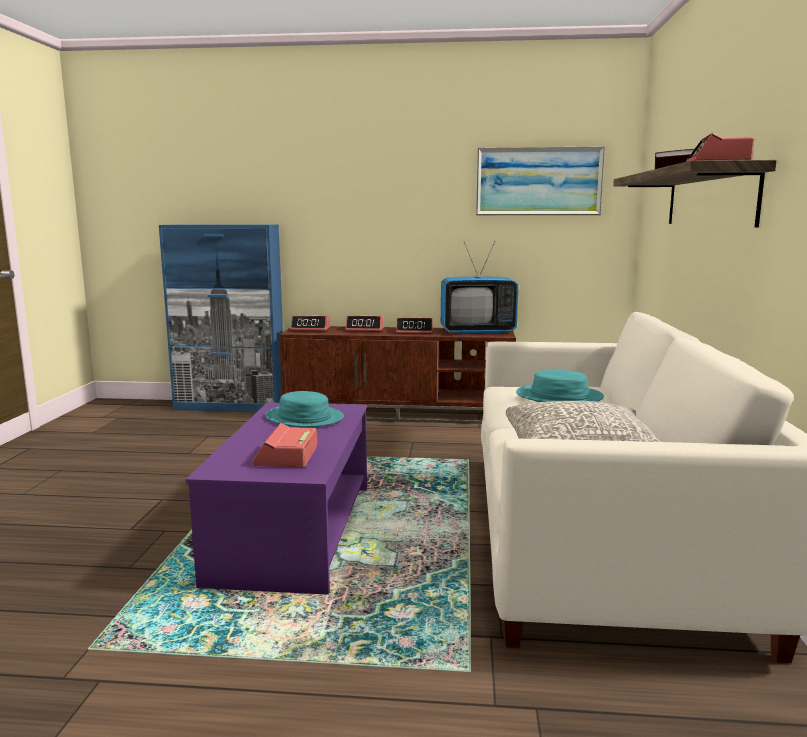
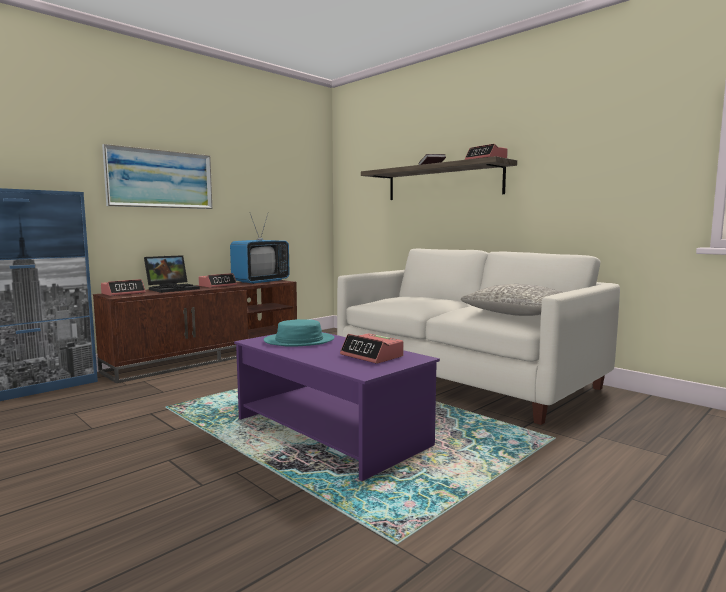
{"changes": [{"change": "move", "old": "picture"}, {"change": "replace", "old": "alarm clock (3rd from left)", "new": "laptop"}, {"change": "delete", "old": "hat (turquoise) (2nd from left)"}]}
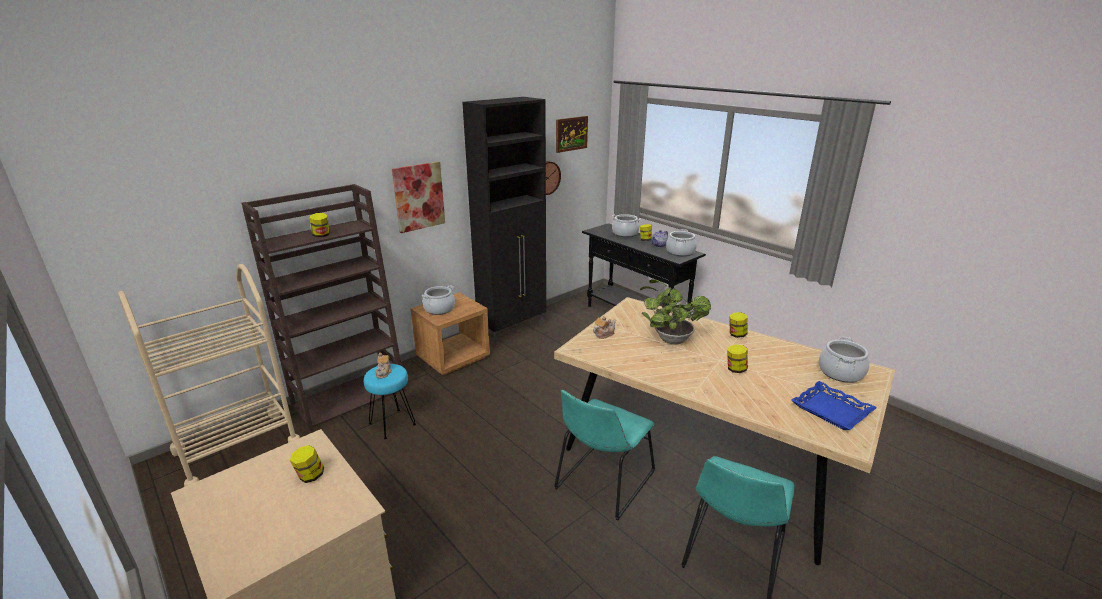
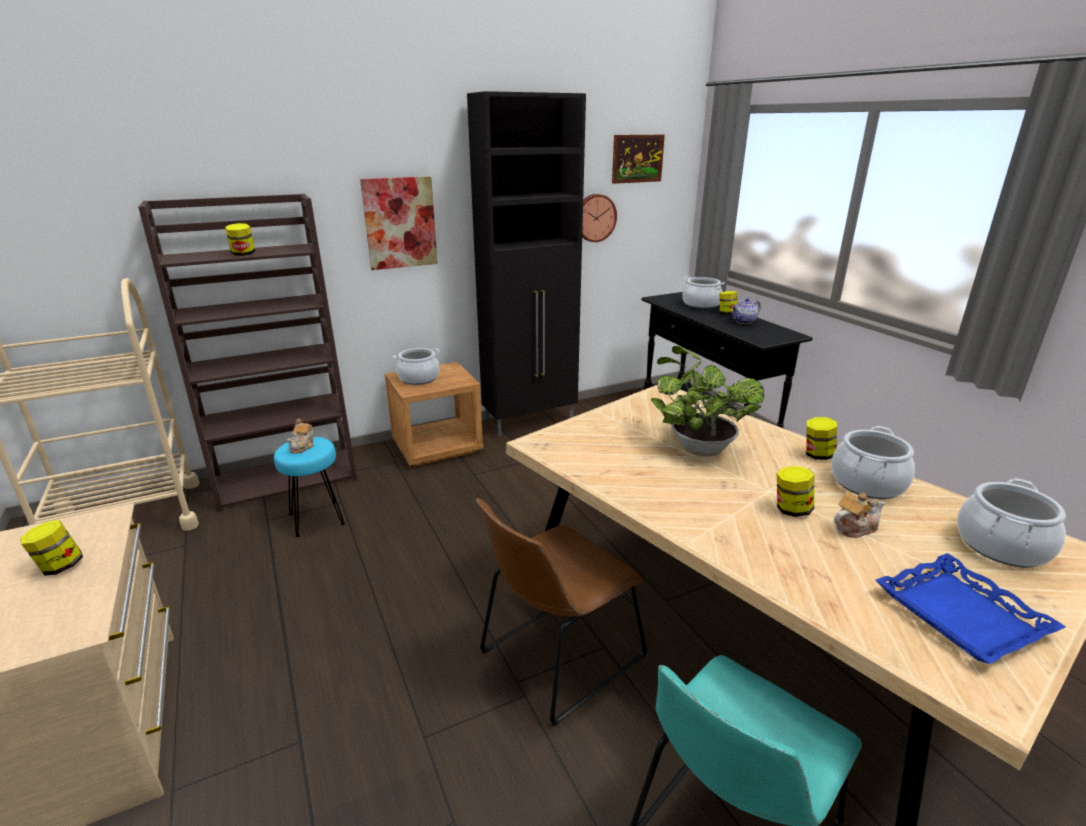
{"changes": [{"change": "move", "old": "cooking pot (3rd from left)"}, {"change": "move", "old": "teapot (2nd from left in the first image)", "new": "teapot (3rd from left)"}, {"change": "recolor", "old": "chair (turquoise) (1st from left)", "new": "chair (brown)"}]}
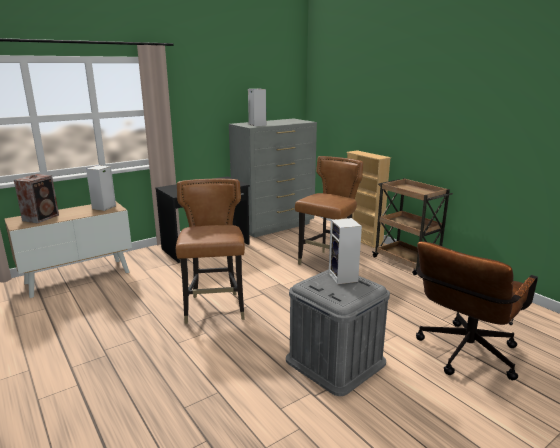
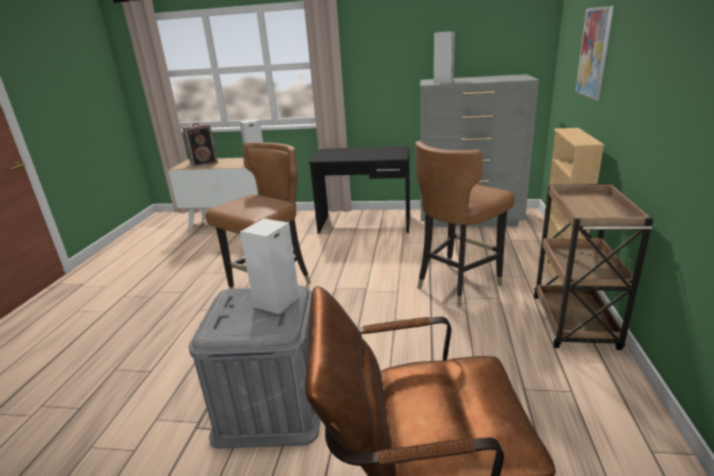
{"changes": [{"change": "rotate", "old": "chair (brown) (2nd from left)", "degrees": 150}, {"change": "insert", "new": "picture"}]}
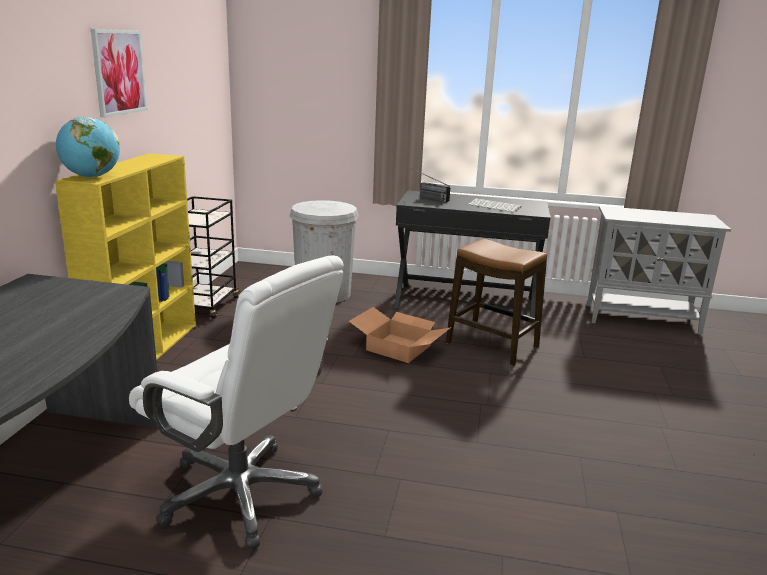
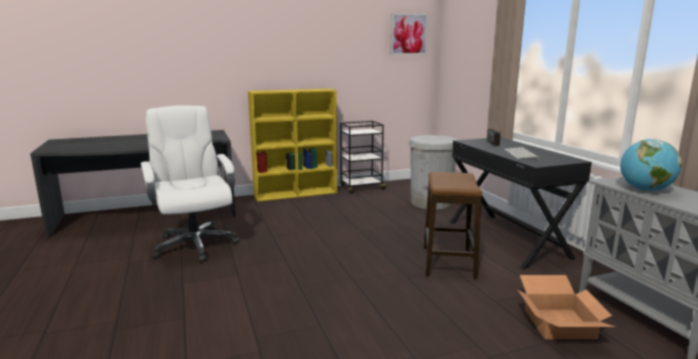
{"changes": [{"change": "move", "old": "picture"}, {"change": "move", "old": "globe"}, {"change": "rotate", "old": "office chair (white)", "degrees": 150}, {"change": "move", "old": "cardboard box"}]}
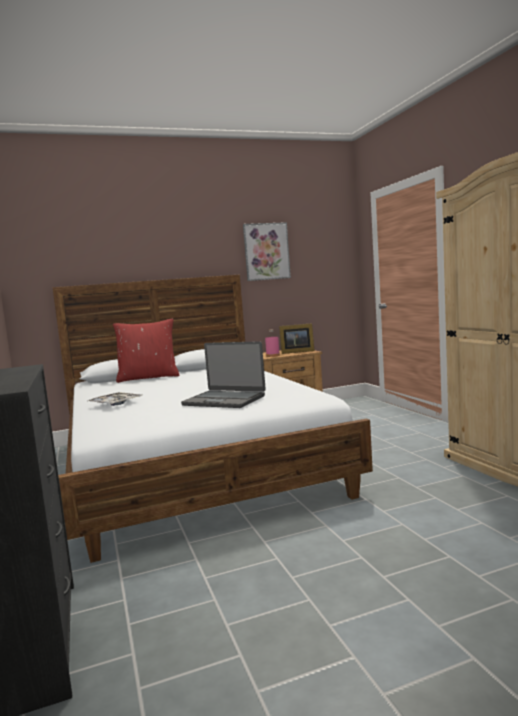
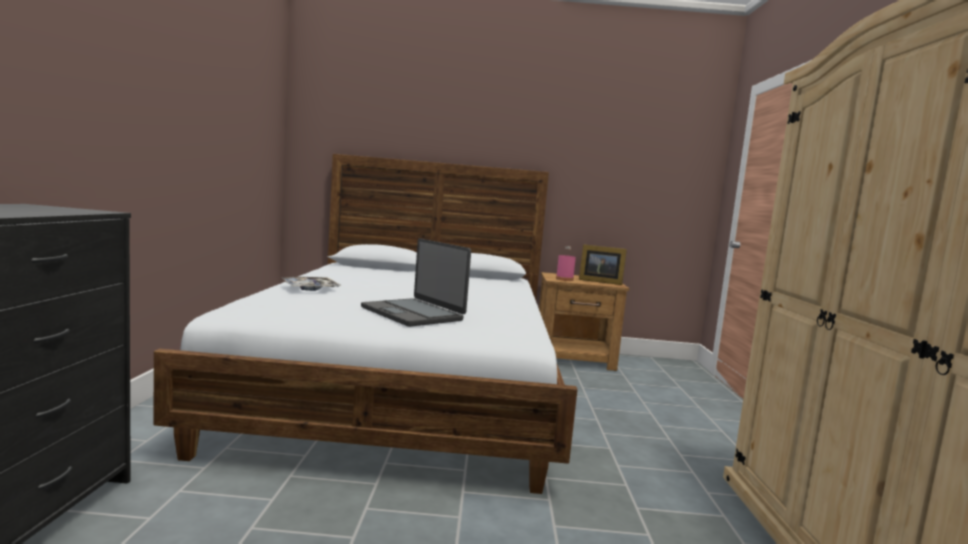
{"changes": [{"change": "delete", "old": "picture"}, {"change": "delete", "old": "pillow (red)"}]}
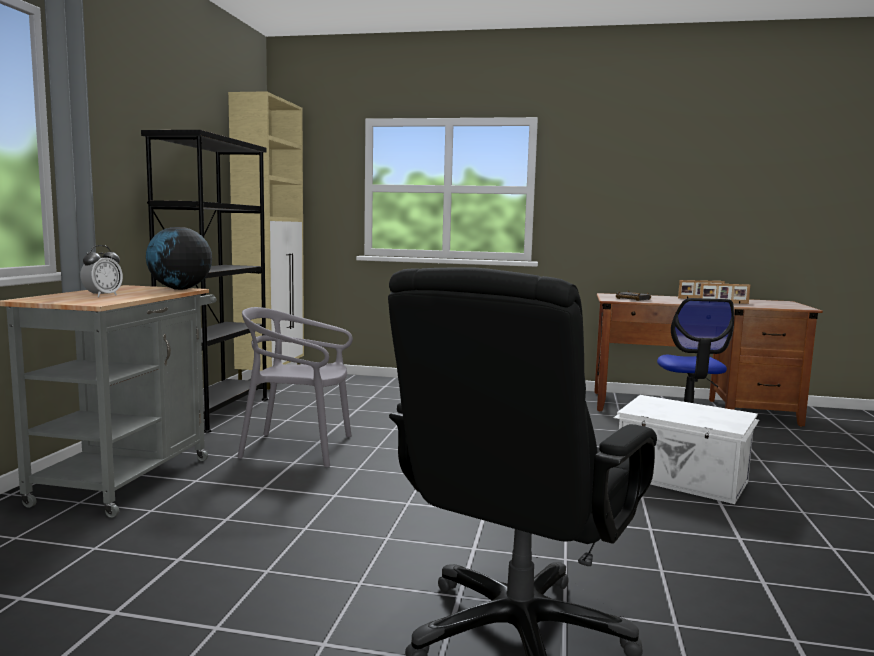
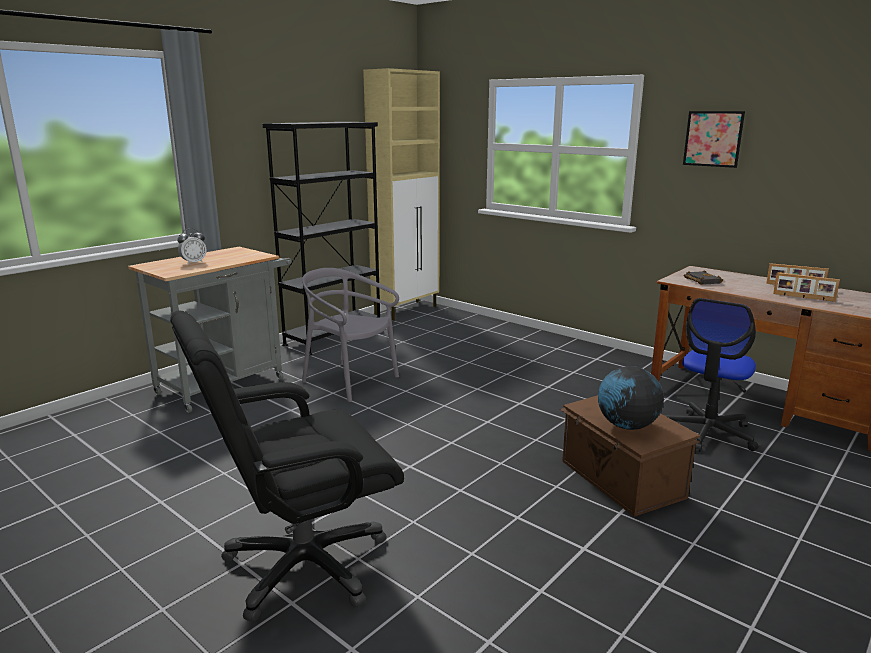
{"changes": [{"change": "move", "old": "globe"}, {"change": "recolor", "old": "storage box (white)", "new": "storage box (brown)"}, {"change": "insert", "new": "picture"}]}
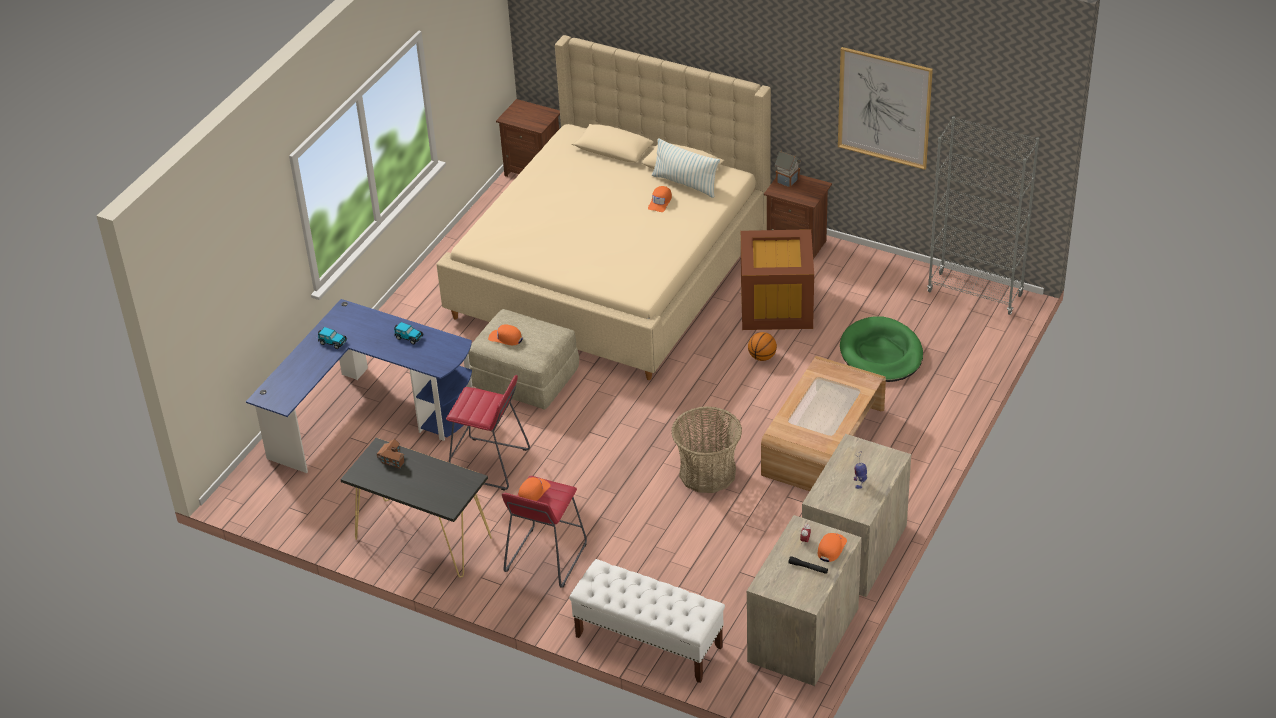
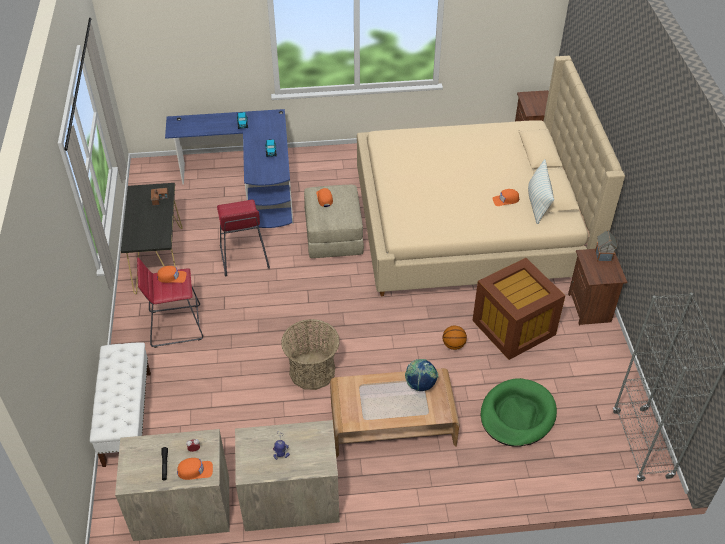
{"changes": [{"change": "delete", "old": "picture"}, {"change": "insert", "new": "globe"}]}
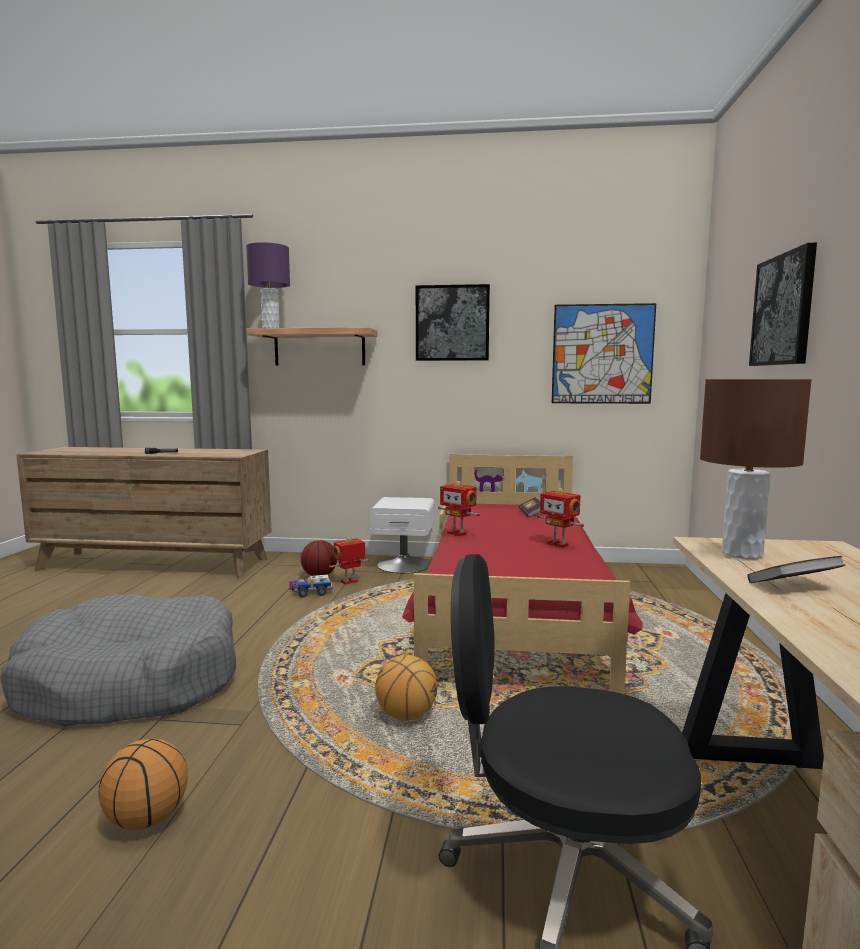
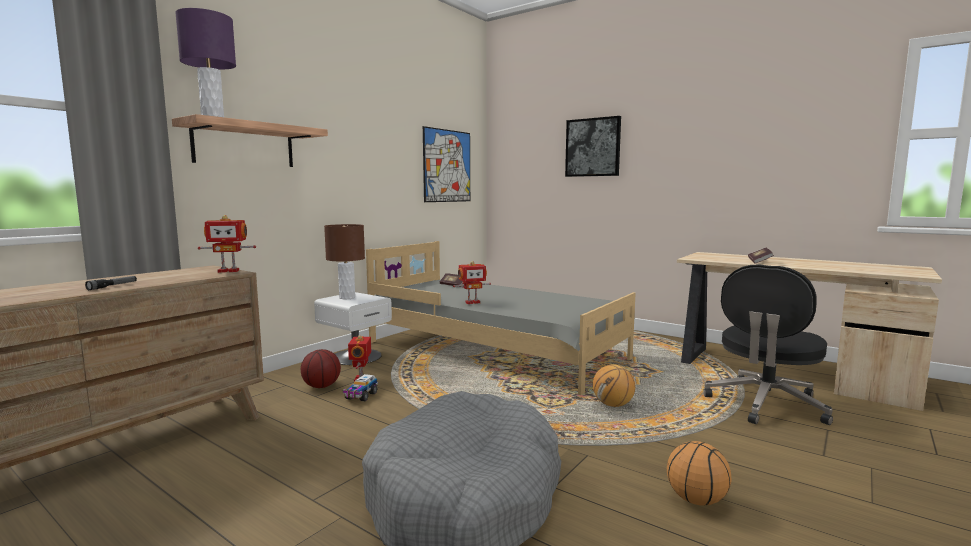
{"changes": [{"change": "delete", "old": "picture (1st from left)"}, {"change": "move", "old": "table lamp (brown)"}, {"change": "recolor", "old": "bed (red)", "new": "bed (grey)"}, {"change": "move", "old": "toy robot (3rd from left in the first image)", "new": "toy robot (1st from left)"}]}
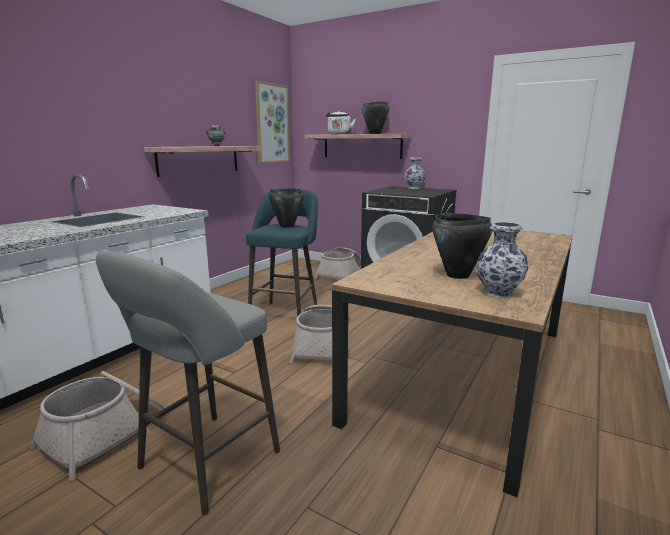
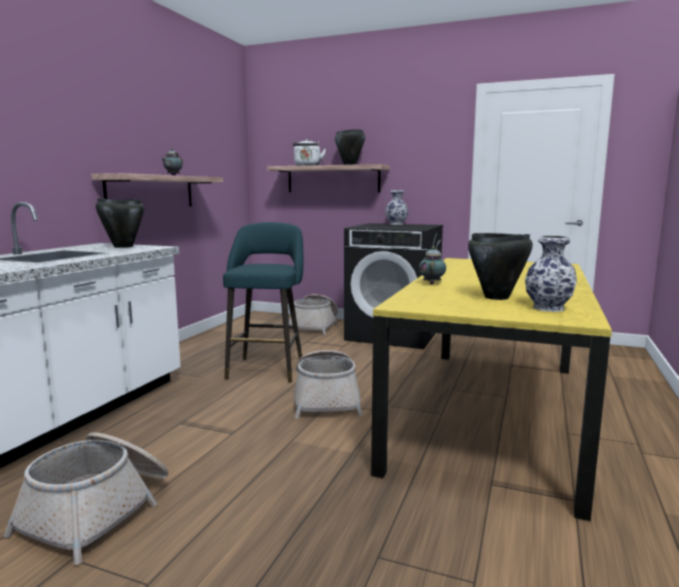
{"changes": [{"change": "delete", "old": "picture"}, {"change": "move", "old": "cooking pot (black) (1st from left)"}, {"change": "recolor", "old": "dining table (brown)", "new": "dining table (yellow)"}, {"change": "delete", "old": "stool (grey)"}, {"change": "insert", "new": "teapot (2nd from left)"}]}
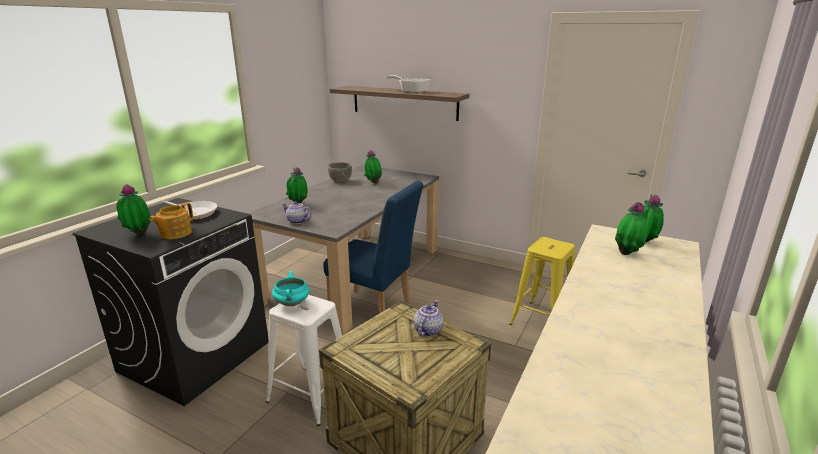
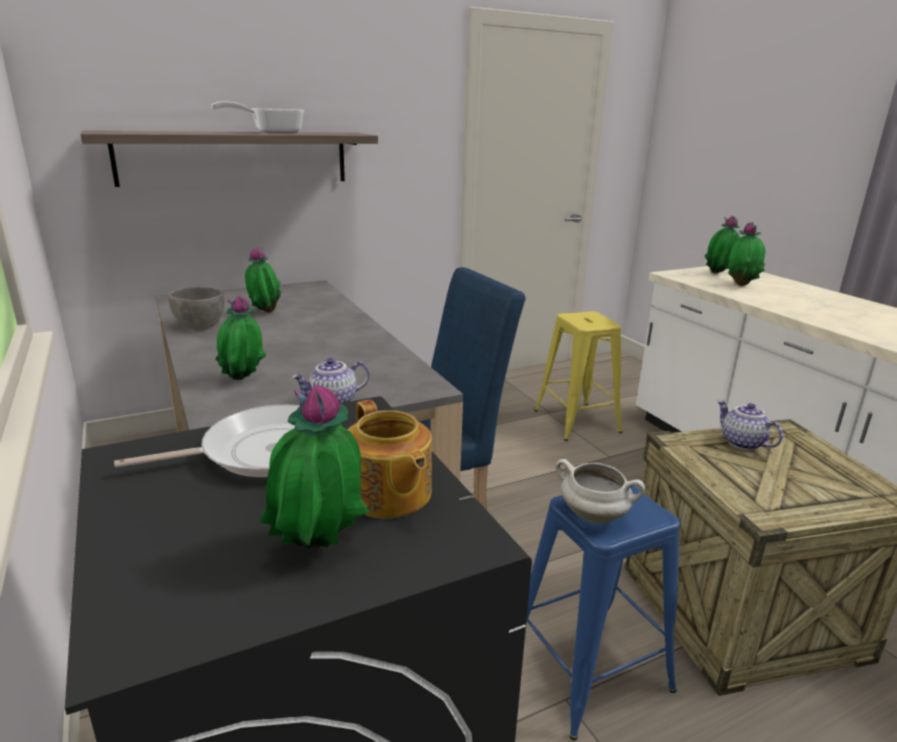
{"changes": [{"change": "recolor", "old": "cooking pot (turquoise)", "new": "cooking pot (white)"}, {"change": "recolor", "old": "stool (white)", "new": "stool (blue)"}]}
